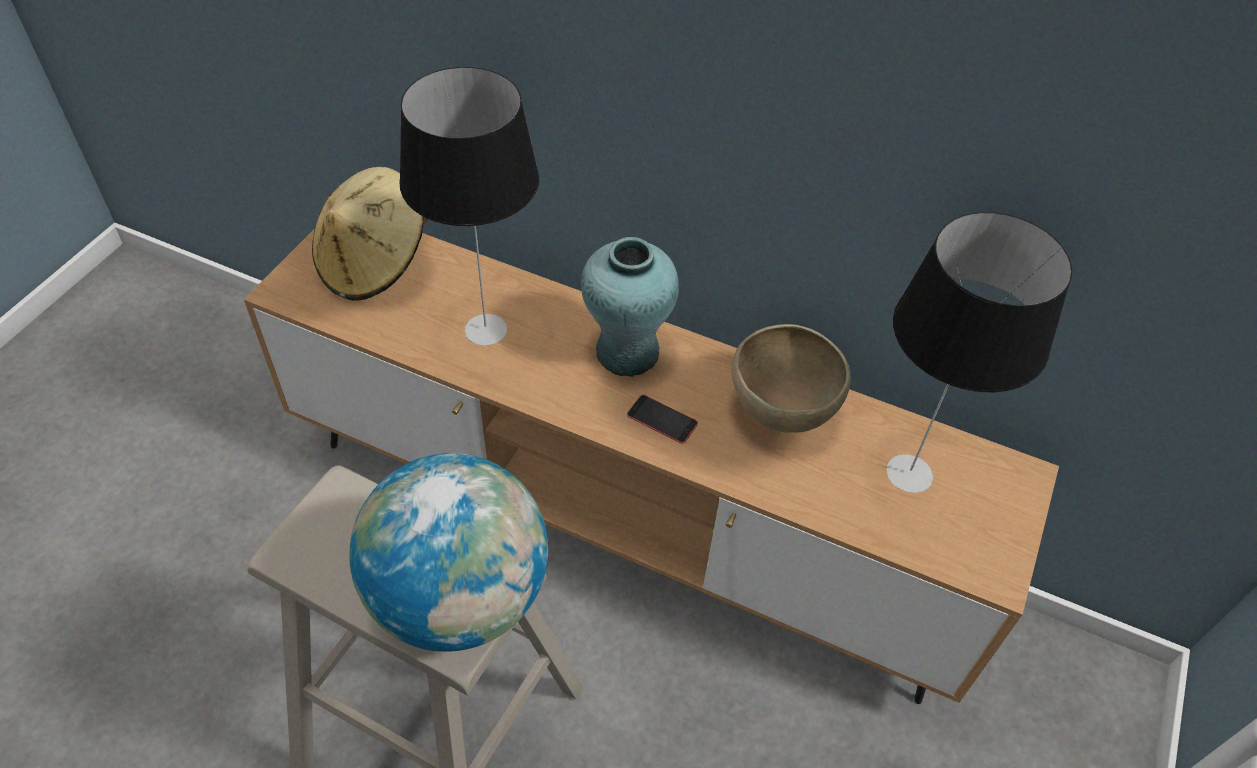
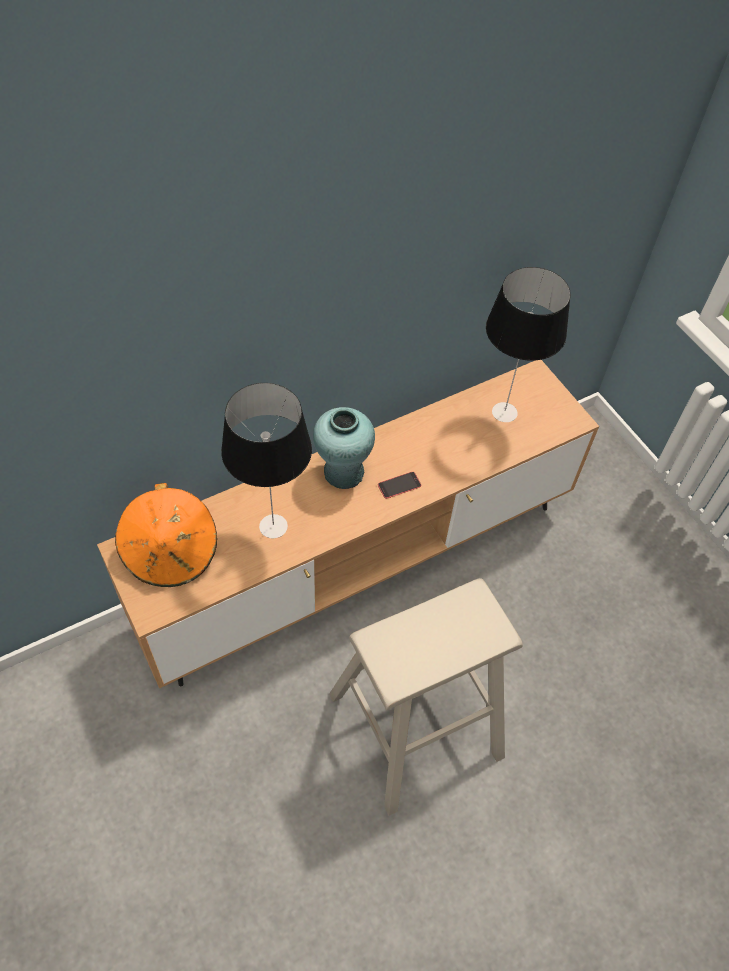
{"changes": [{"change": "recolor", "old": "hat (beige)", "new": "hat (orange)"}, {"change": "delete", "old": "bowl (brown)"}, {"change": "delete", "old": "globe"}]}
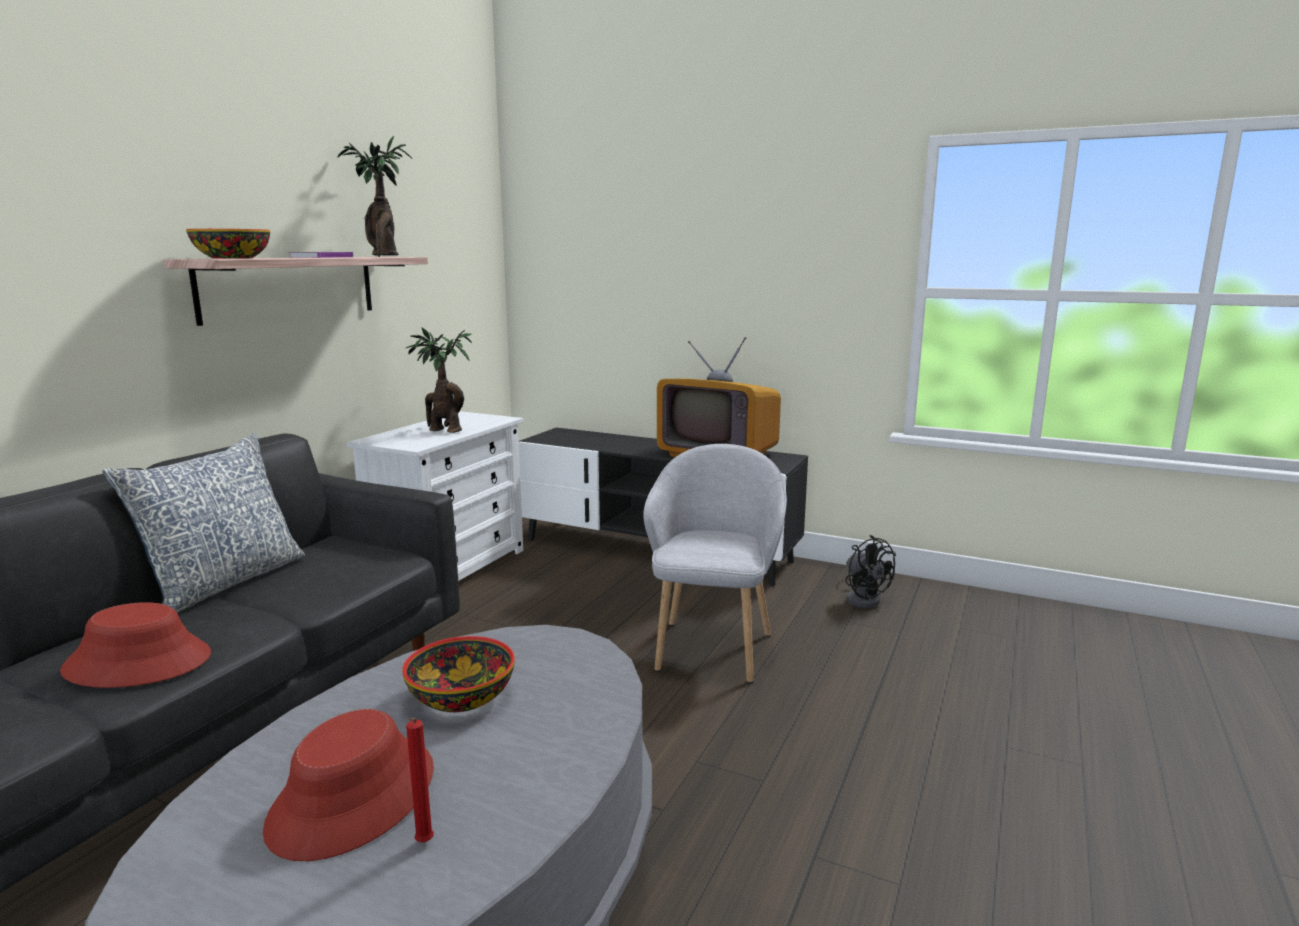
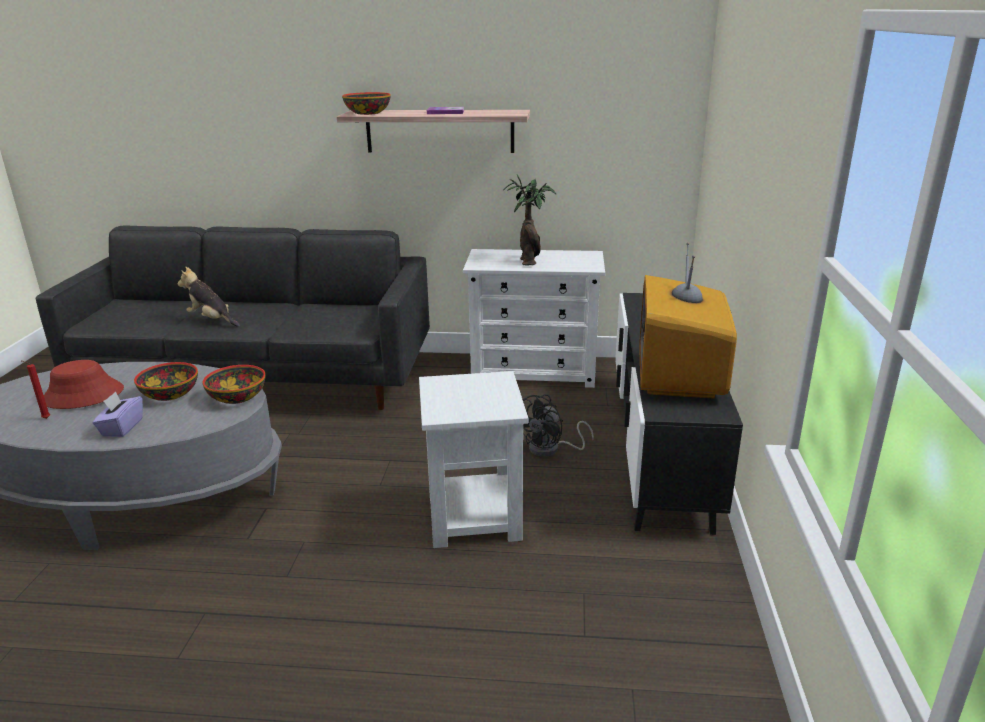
{"changes": [{"change": "delete", "old": "potted plant (1st from left)"}, {"change": "delete", "old": "pillow"}, {"change": "replace", "old": "armchair (grey)", "new": "side table (white)"}, {"change": "move", "old": "fan (black)"}, {"change": "replace", "old": "hat (red) (1st from left)", "new": "plush toy"}, {"change": "insert", "new": "bowl (2nd from left)"}, {"change": "insert", "new": "tissue box (purple)"}]}
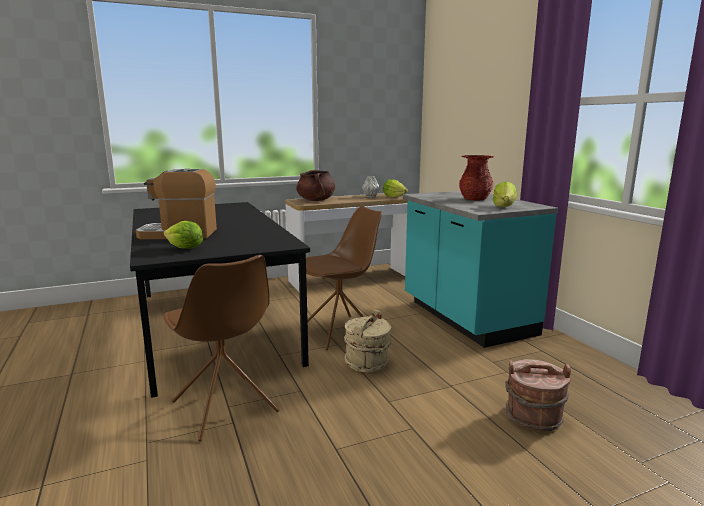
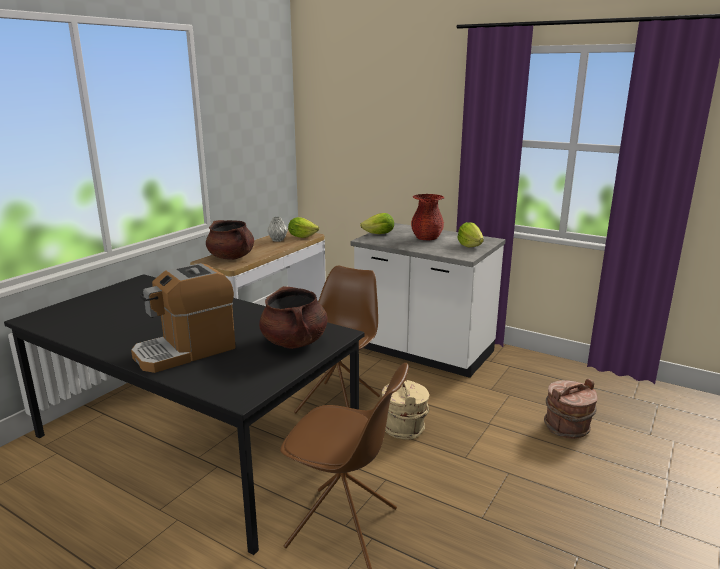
{"changes": [{"change": "recolor", "old": "counter (turquoise)", "new": "counter (white)"}, {"change": "move", "old": "lettuce (1st from left in the first image)", "new": "lettuce (2nd from left)"}, {"change": "insert", "new": "cooking pot (brown) (2nd from left)"}]}
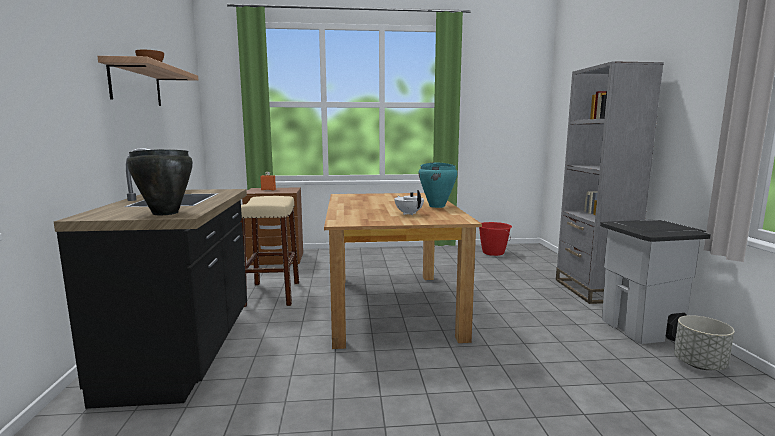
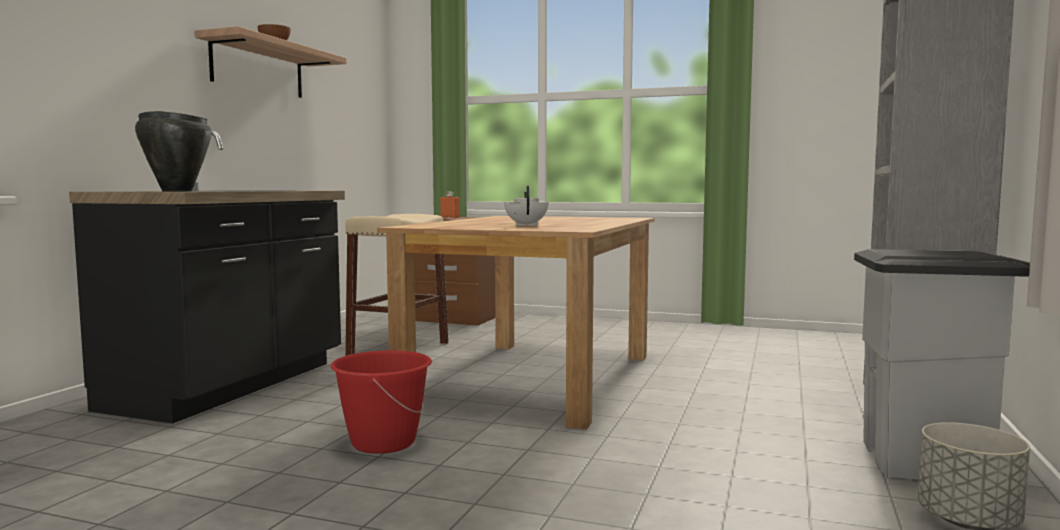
{"changes": [{"change": "delete", "old": "cooking pot (turquoise)"}, {"change": "move", "old": "bucket (red)"}]}
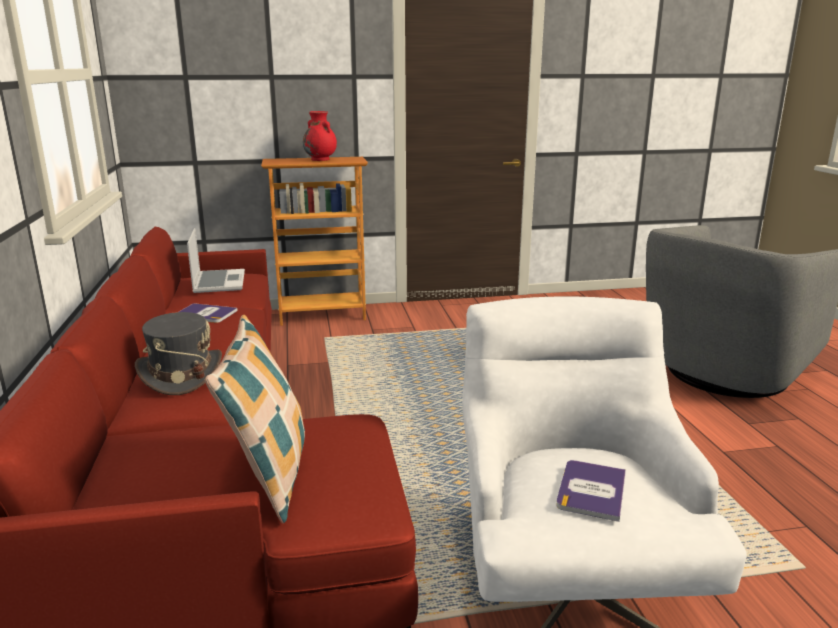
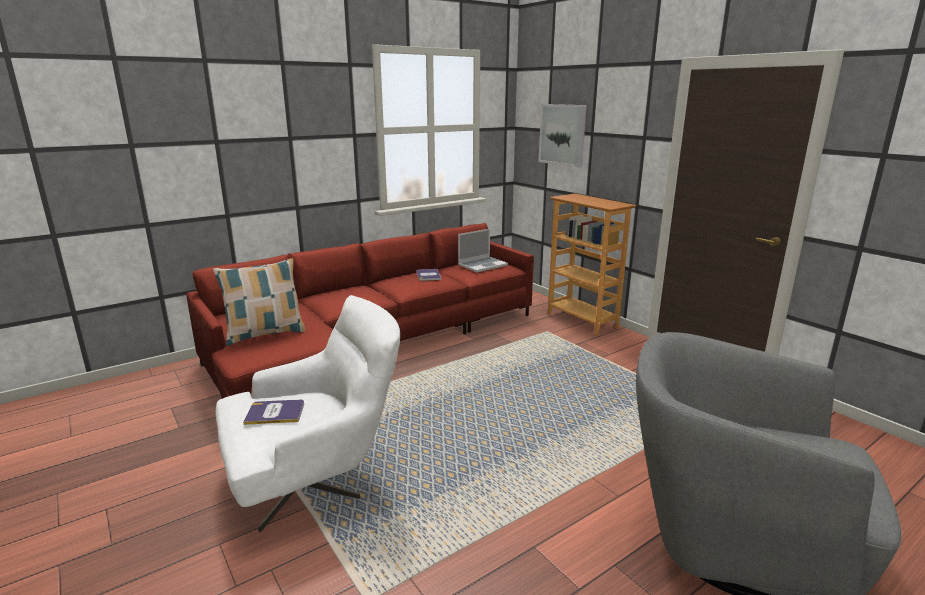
{"changes": [{"change": "delete", "old": "vase (red)"}, {"change": "delete", "old": "hat (grey)"}, {"change": "insert", "new": "picture"}]}
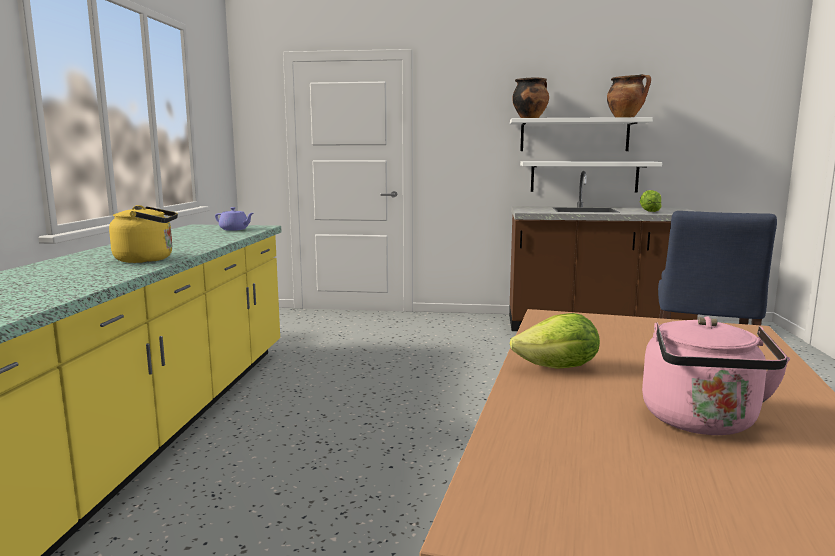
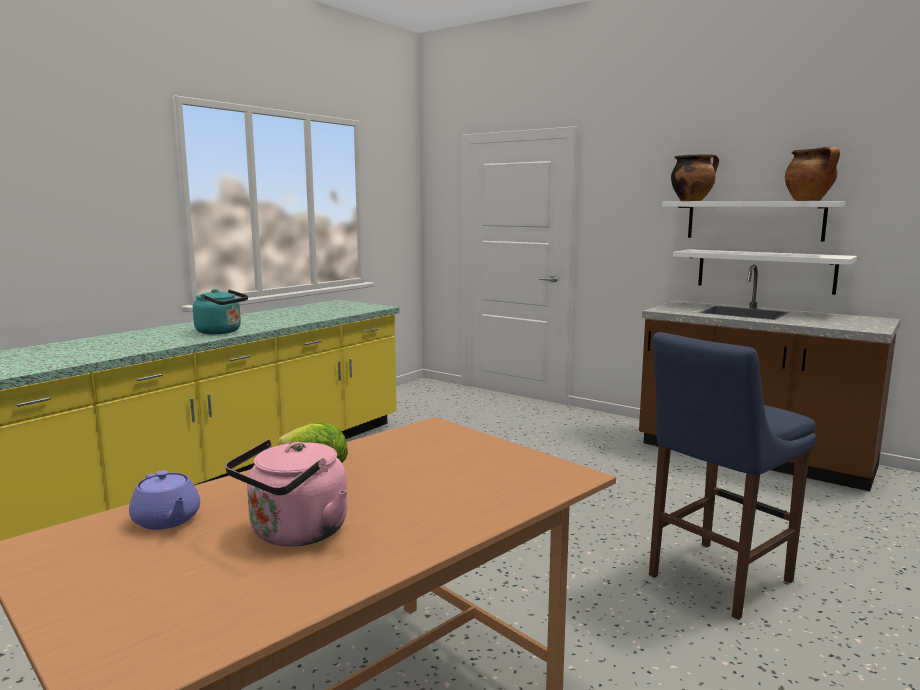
{"changes": [{"change": "delete", "old": "lettuce (2nd from left)"}, {"change": "recolor", "old": "kettle (yellow)", "new": "kettle (turquoise)"}, {"change": "move", "old": "teapot (purple)"}]}
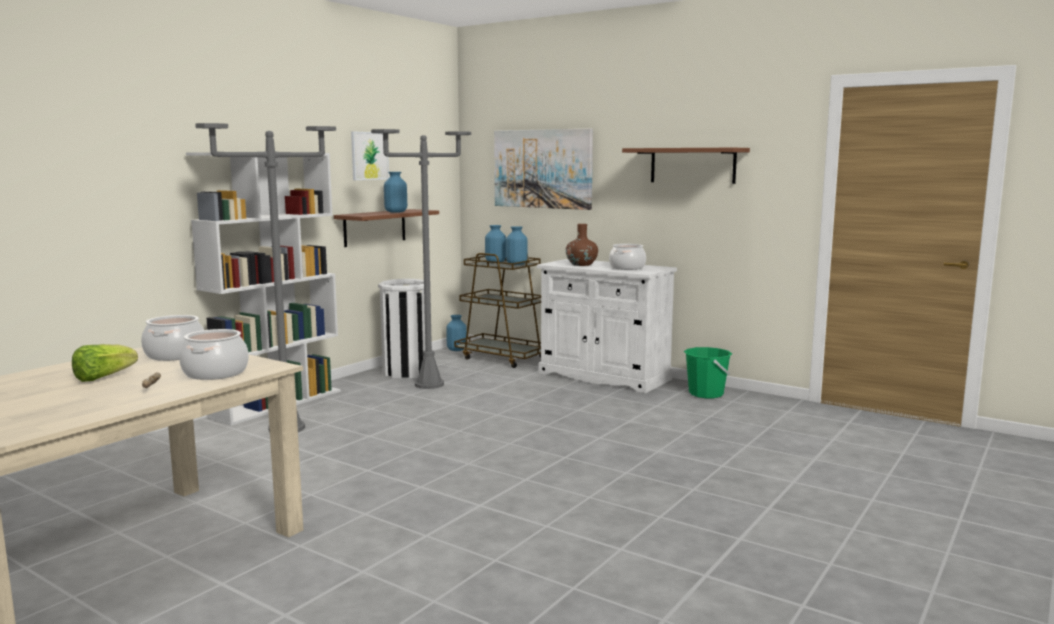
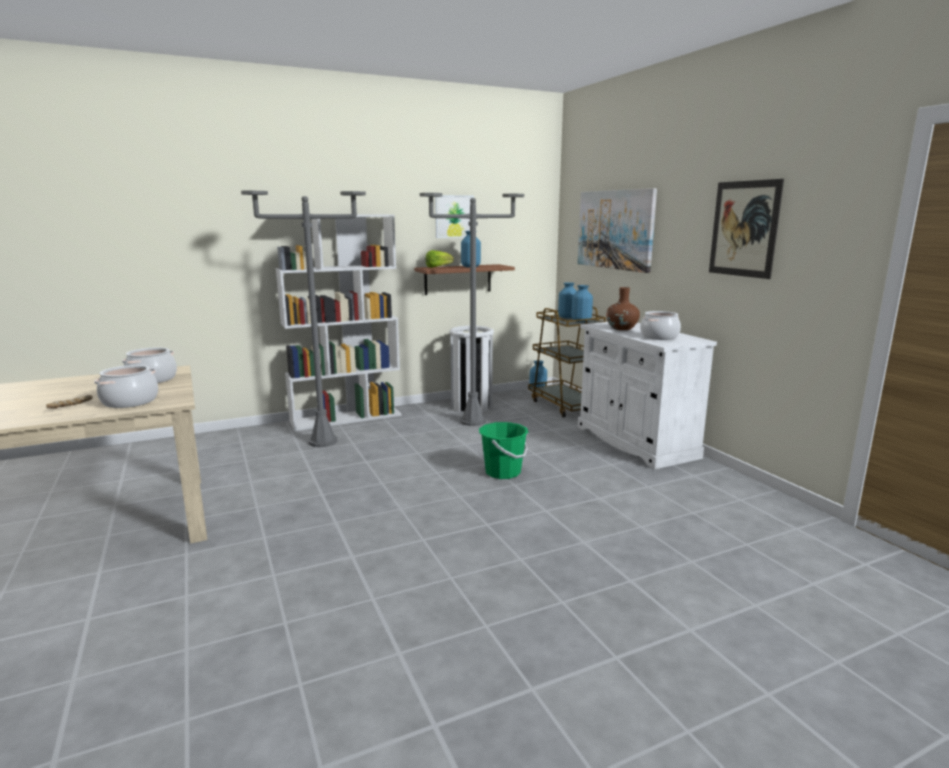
{"changes": [{"change": "replace", "old": "shelf (brown) (2nd from left)", "new": "picture (3rd from left)"}, {"change": "move", "old": "lettuce"}, {"change": "move", "old": "bucket (green)"}]}
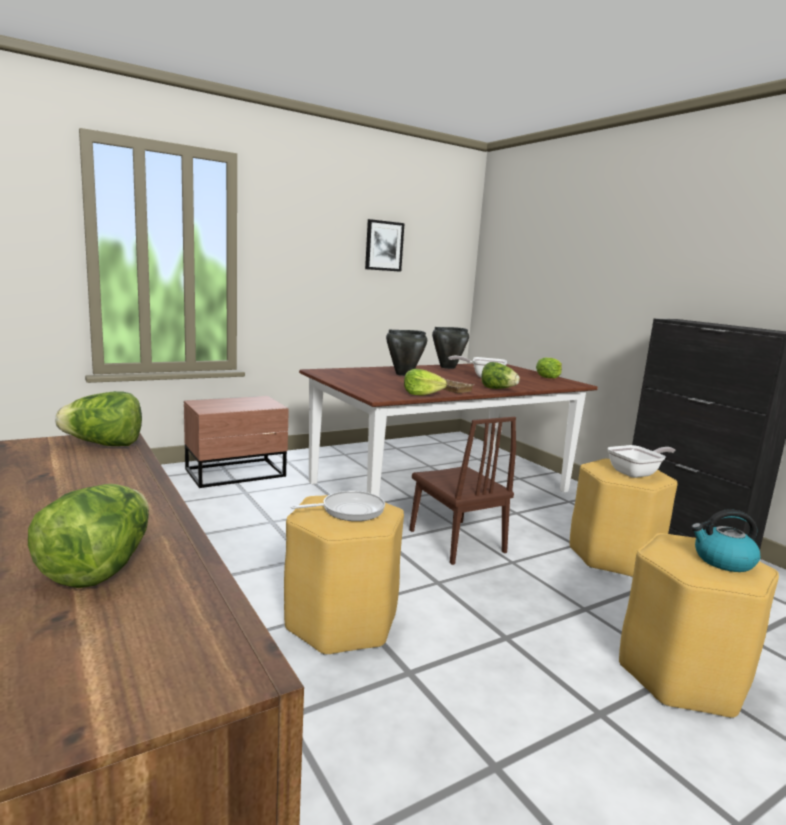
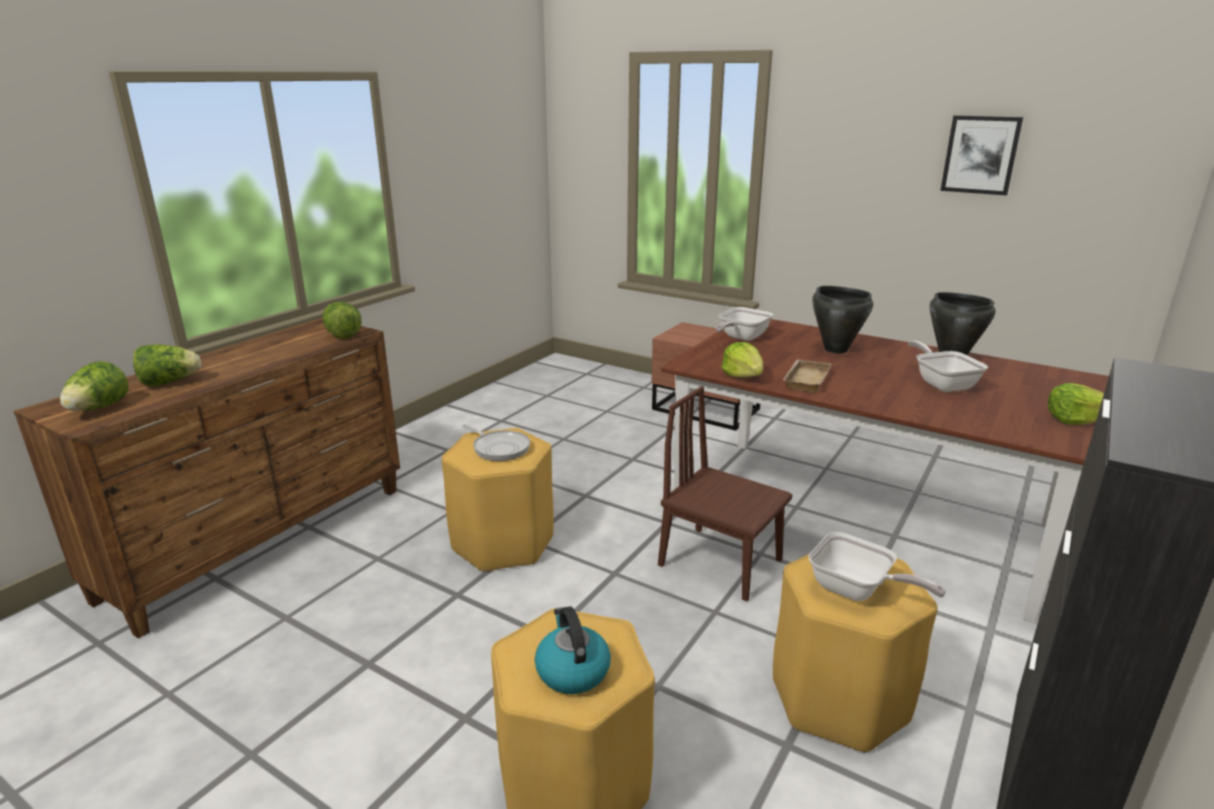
{"changes": [{"change": "move", "old": "lettuce (4th from left in the first image)", "new": "lettuce (1st from left)"}, {"change": "rotate", "old": "chair (brown)", "degrees": 90}, {"change": "insert", "new": "frying pan (2nd from left)"}]}
